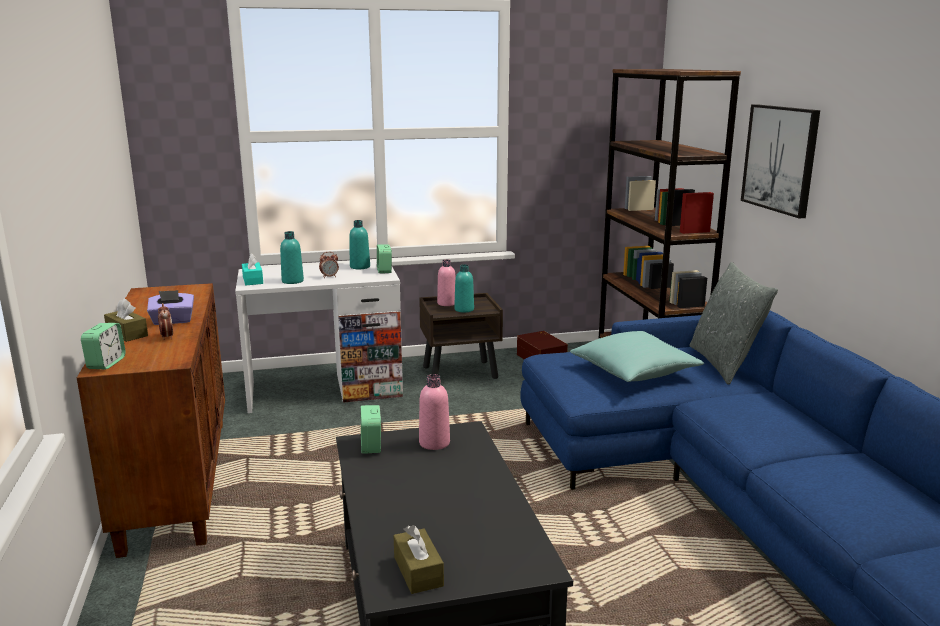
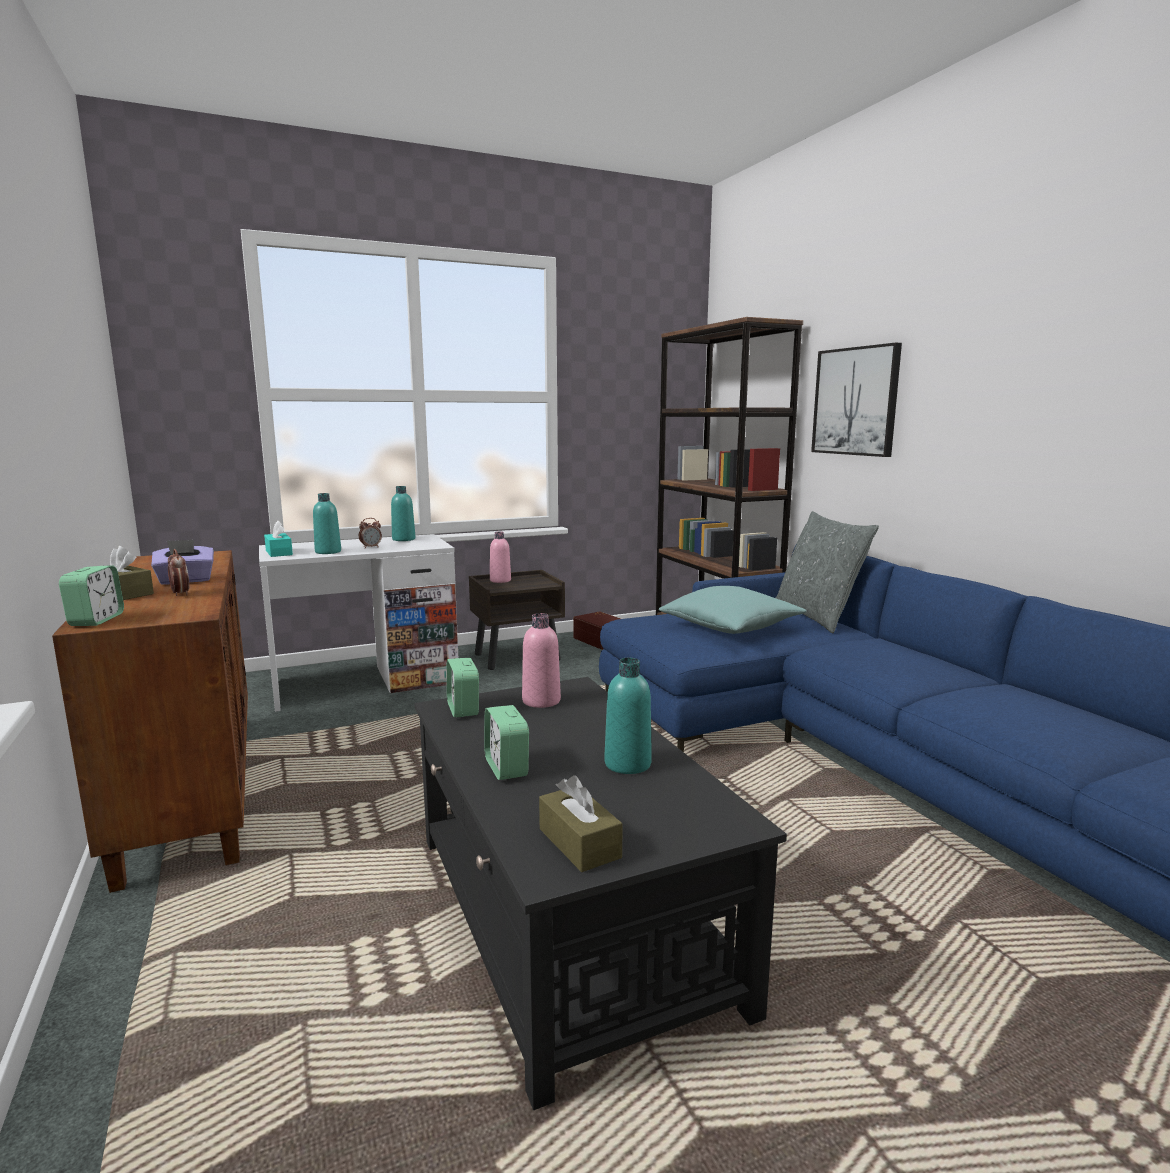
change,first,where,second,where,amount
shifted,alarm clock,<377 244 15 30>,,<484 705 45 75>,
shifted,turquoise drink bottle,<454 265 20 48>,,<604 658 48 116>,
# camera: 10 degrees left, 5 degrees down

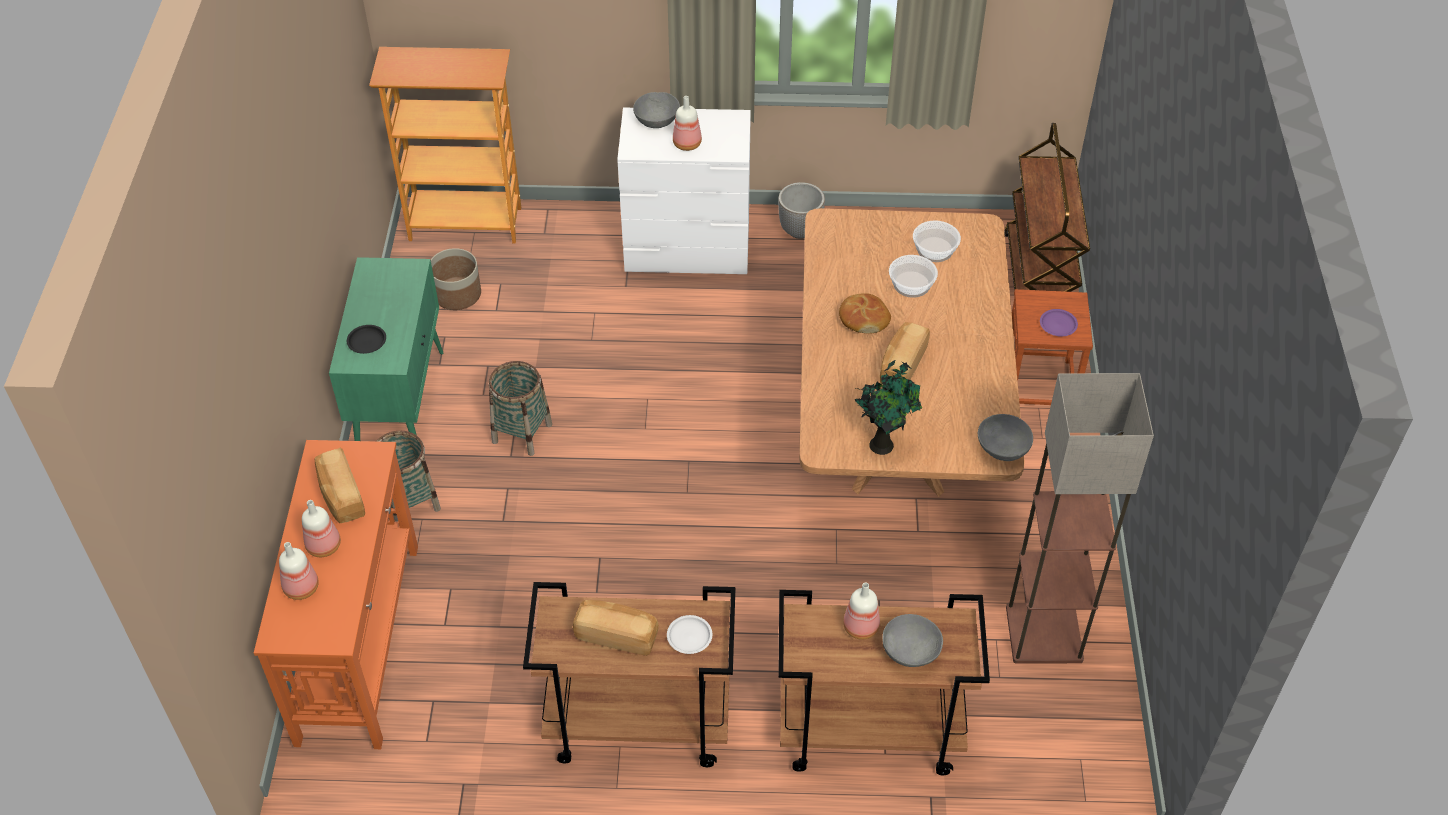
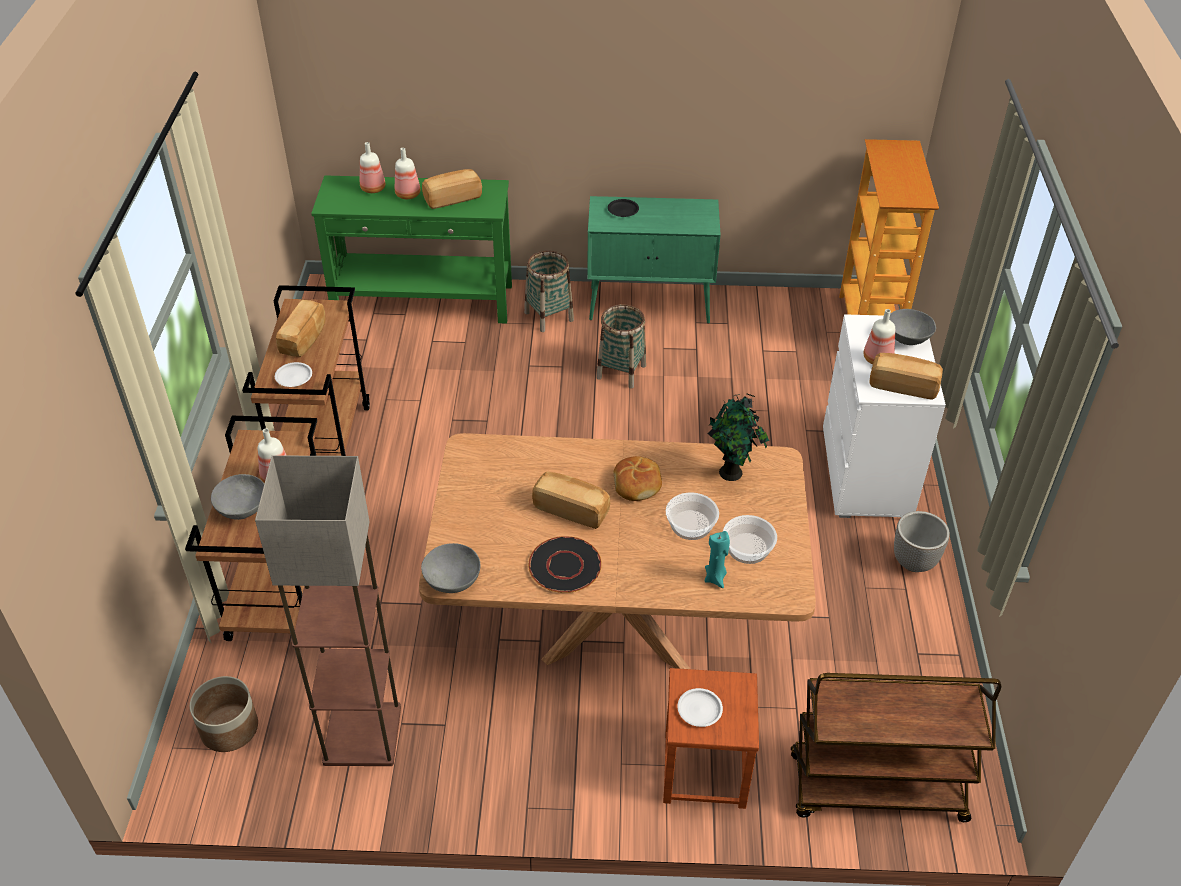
change,first,where,second,where,amount
shifted,plant pot,<431 248 50 62>,,<190 676 68 76>,
repainted,orange hall table,<254 440 164 309>,greenish hall table,<311 175 201 148>,
new,,,black-coloured dinner plate,<528 536 74 57>,
repainted,purple-coloured dinner plate,<1040 309 38 27>,whitish dinner plate,<677 688 46 39>,
new,,,turquoise wax candle,<705 531 25 57>,
shifted,houseplant,<855 359 67 96>,,<708 394 61 87>,
new,,,bread,<869 353 74 47>,
# camera: 90 degrees right, 5 degrees down

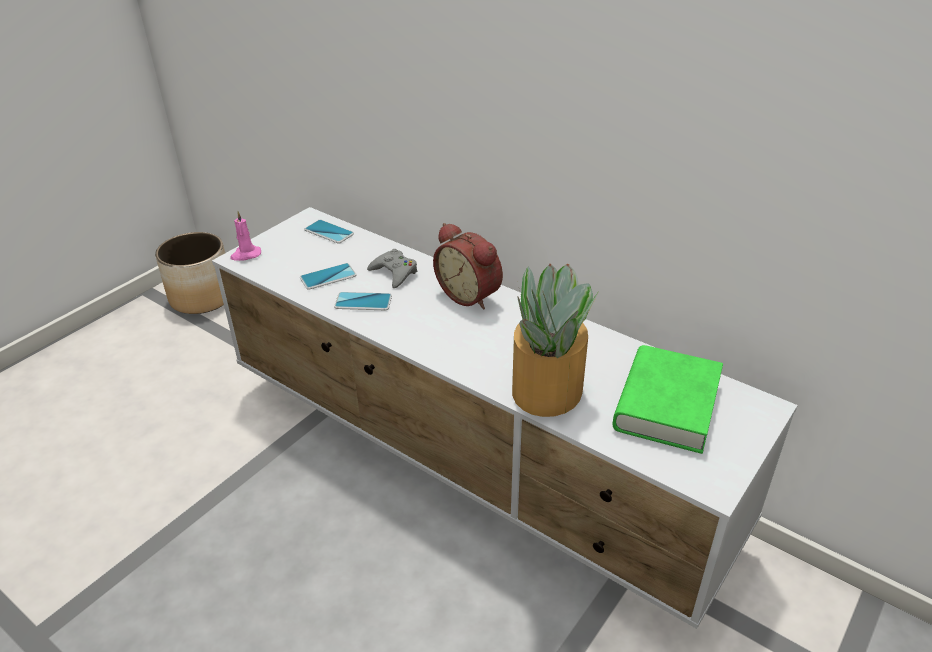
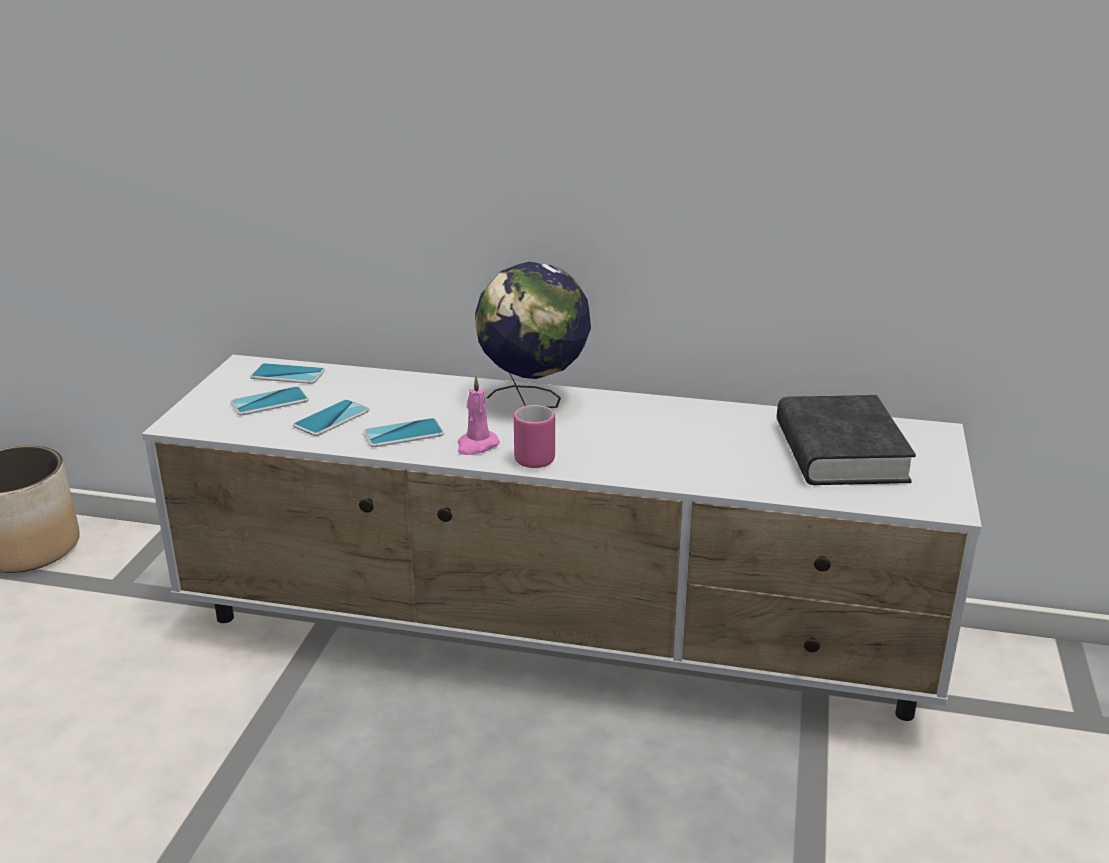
change,first,where,second,where,amount
new,,,handset,<231 387 78 28>,
shifted,pinkish wax candle,<230 211 31 50>,,<458 376 42 79>,
swapped,alarm clock,<433 223 70 87>,world globe,<475 262 116 146>,
new,,,pinkish coffee mug,<514 405 41 63>,
repainted,greenish bound book,<613 345 110 109>,black-coloured bound book,<777 395 139 90>,
gone,grey gamepad,<367 249 50 39>,,,
gone,houseplant,<512 264 87 153>,,,
# camera: 25 degrees left, 10 degrees down

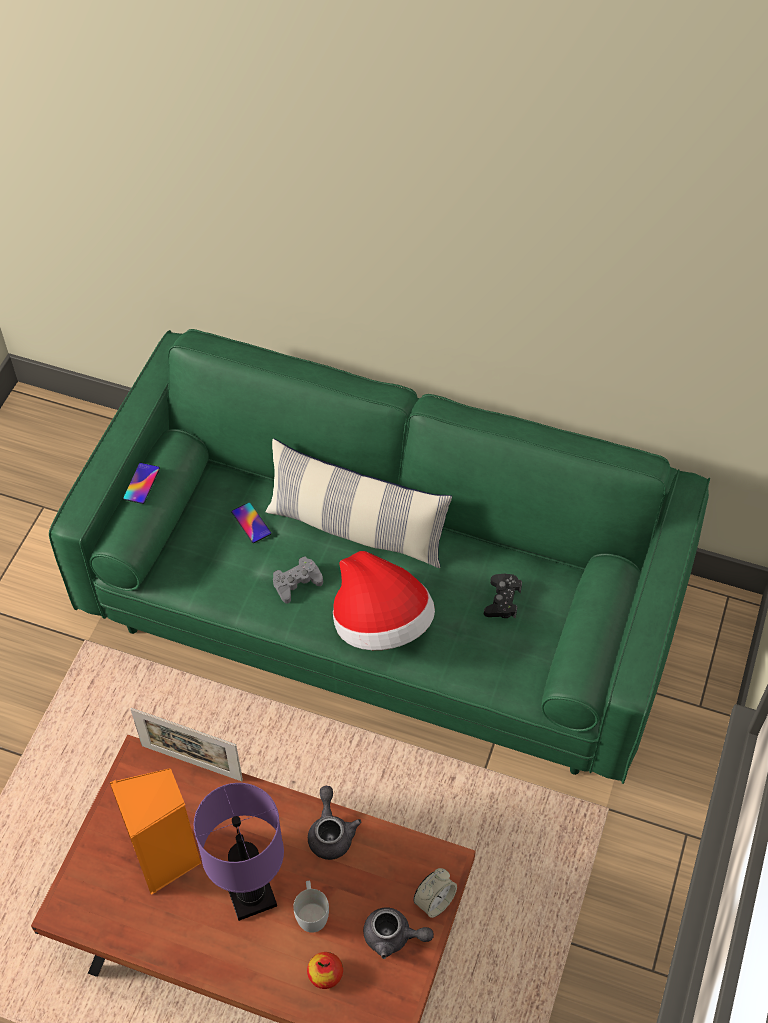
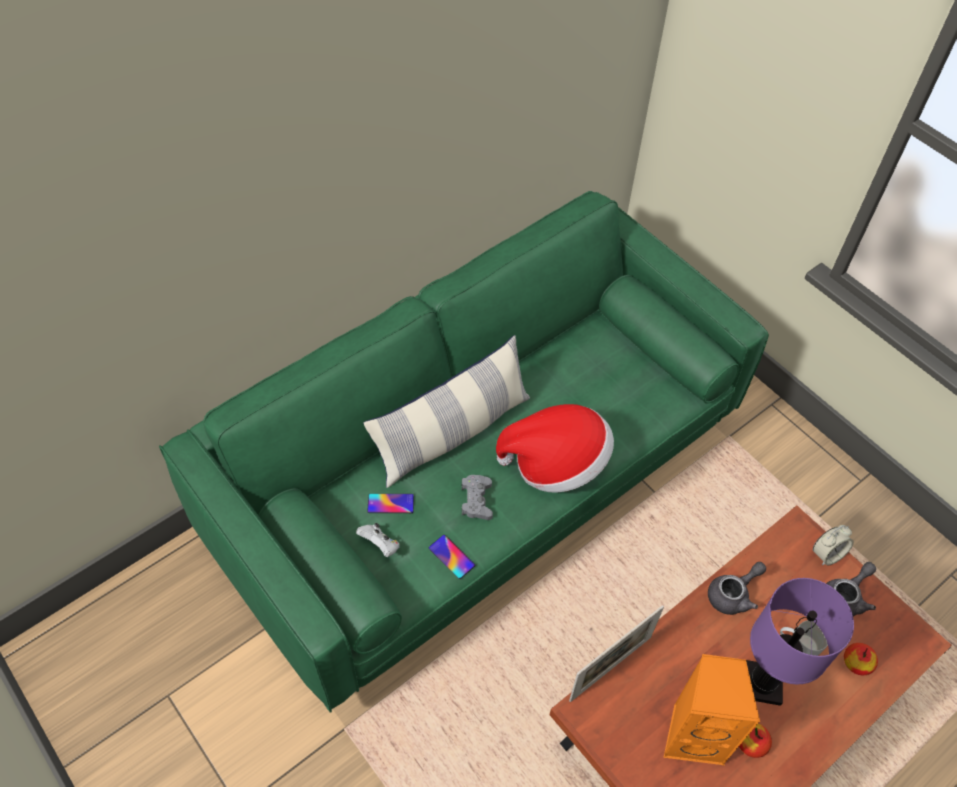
change,first,where,second,where,amount
new,,,whitish gamepad,<356 523 44 34>,
shifted,handset,<123 463 37 41>,,<429 535 46 44>,
rotated,grey tea pot,<308 785 53 75>,,<708 562 58 53>,120 degrees clockwise
new,,,apple fruit,<739 723 33 35>,
rotated,alarm clock,<413 868 44 50>,,<813 525 41 40>,75 degrees clockwise
gone,black-coloured gamepad,<484 573 38 46>,,,
# camera: 60 degrees left, 0 degrees up

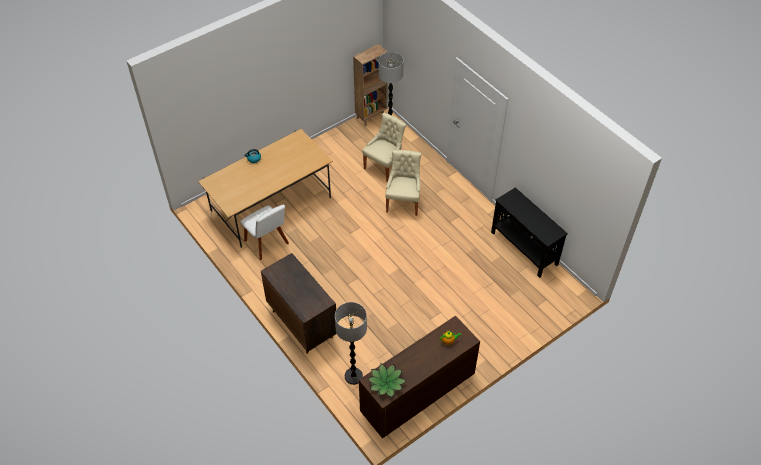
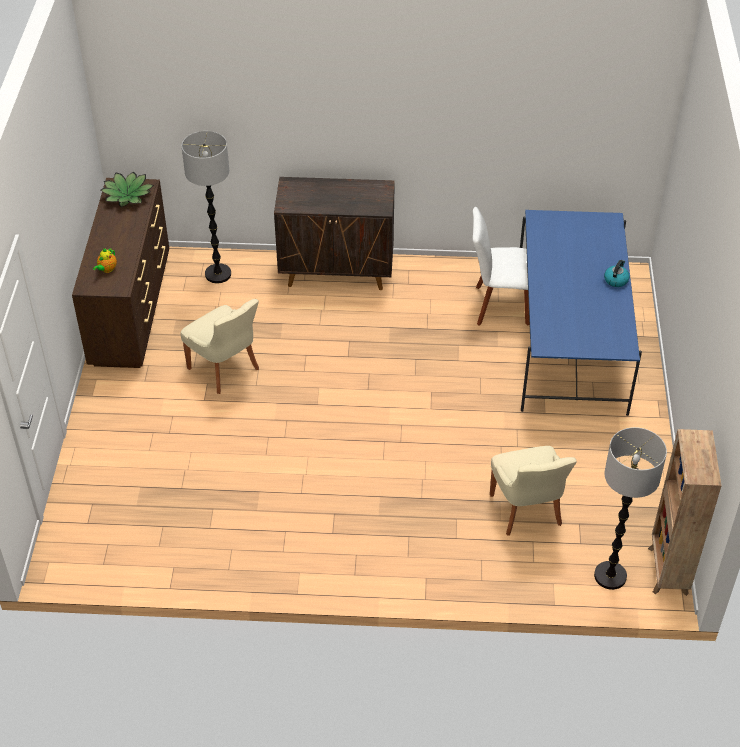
change,first,where,second,where,amount
shifted,sand-coloured chair,<385 150 37 66>,,<180 299 79 95>,
repainted,sand-coloured kitchen table,<198 129 135 119>,blue-coloured kitchen table,<520 210 122 206>,
gone,black-coloured hall table,<491 187 77 91>,,,
# camera: 130 degrees right, 5 degrees down

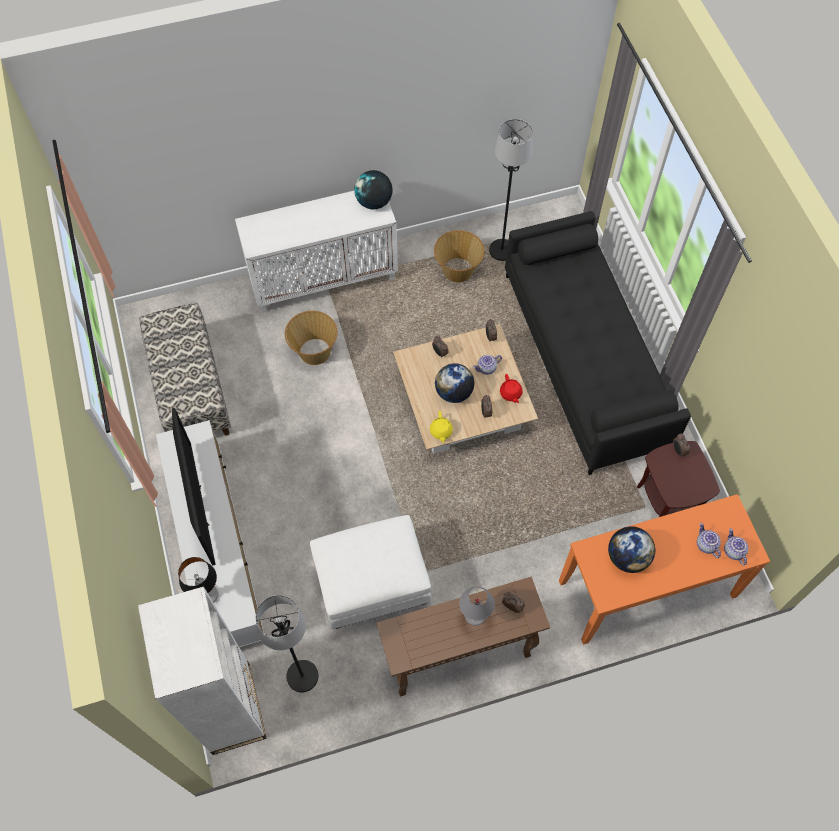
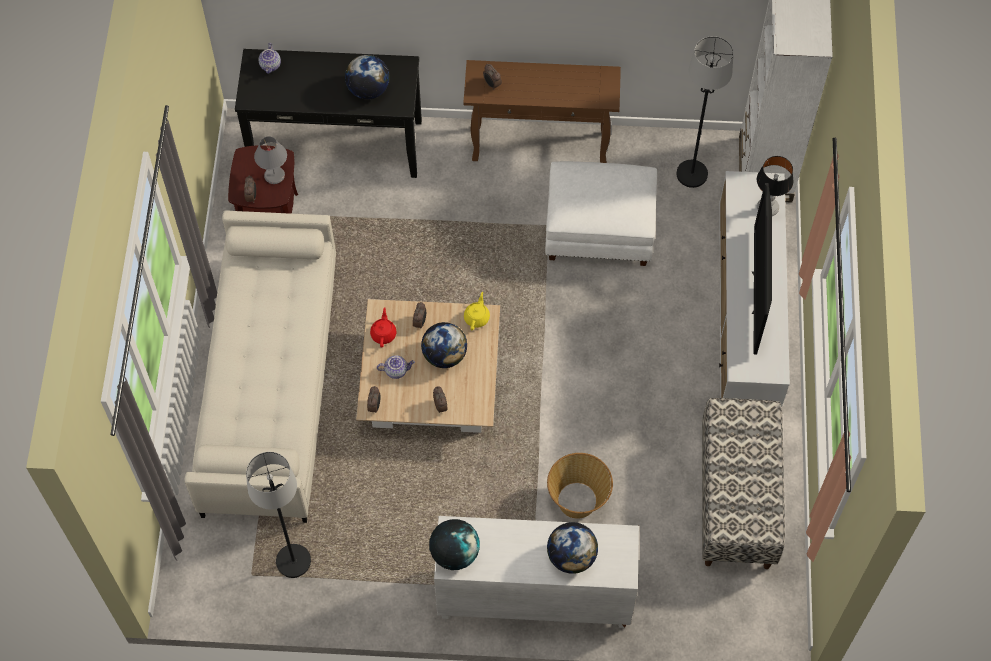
change,first,where,second,where,amount
repainted,black-coloured settee,<505 211 186 264>,sand-coloured settee,<185 210 151 313>,
repainted,orange hall table,<559 494 211 151>,black-coloured hall table,<235 49 187 129>,
shifted,grey tabletop lamp,<459 587 36 39>,,<254 136 33 48>,
new,,,world globe,<547 522 51 52>,
gone,basket,<434 230 50 52>,,,
gone,tea pot,<697 523 24 35>,,,
# camera: 160 degrees left, 0 degrees up

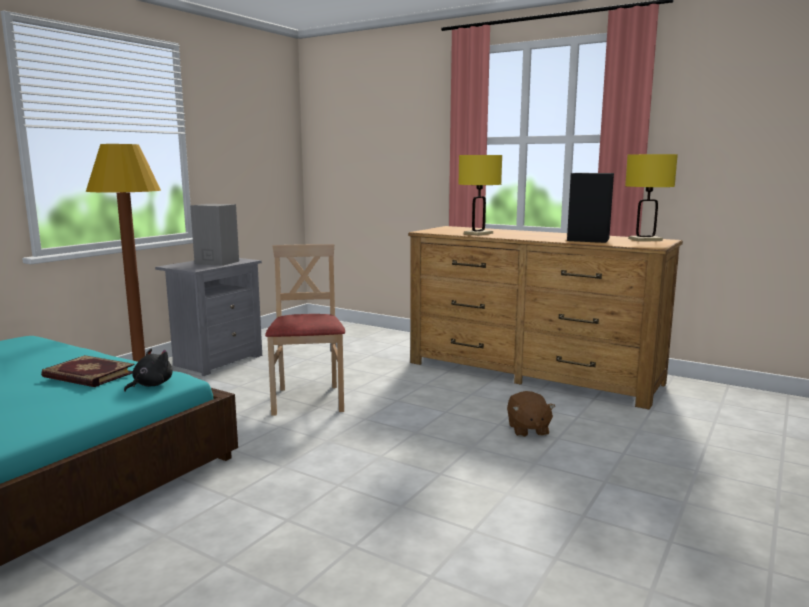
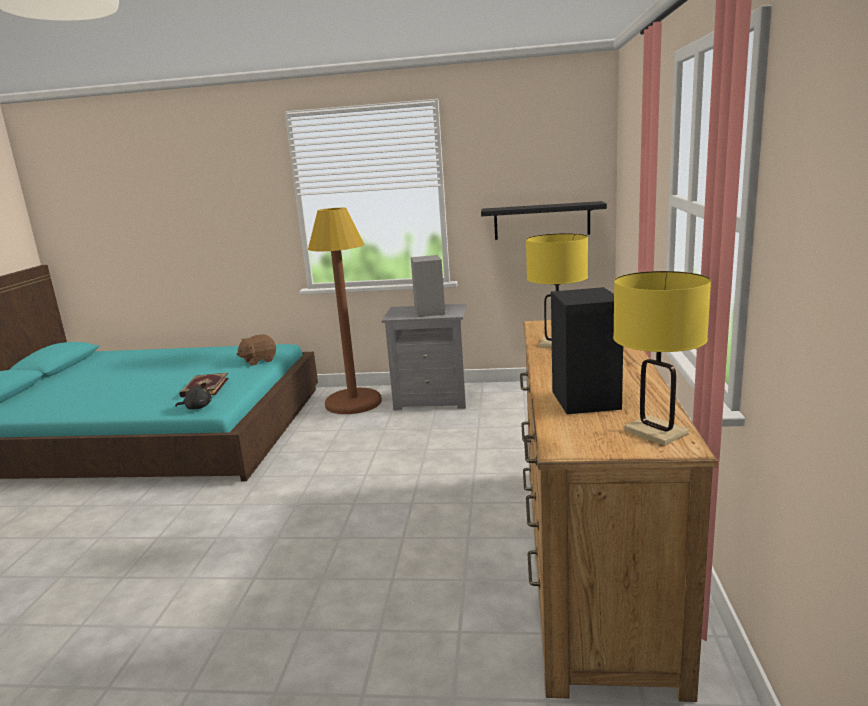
change,first,where,second,where,amount
shifted,brownish plush toy,<507 391 48 46>,,<236 334 40 32>,
new,,,black-coloured wall shelf,<481 201 126 39>,
gone,sand-coloured chair,<265 244 80 172>,,,
# camera: 65 degrees right, 5 degrees up

